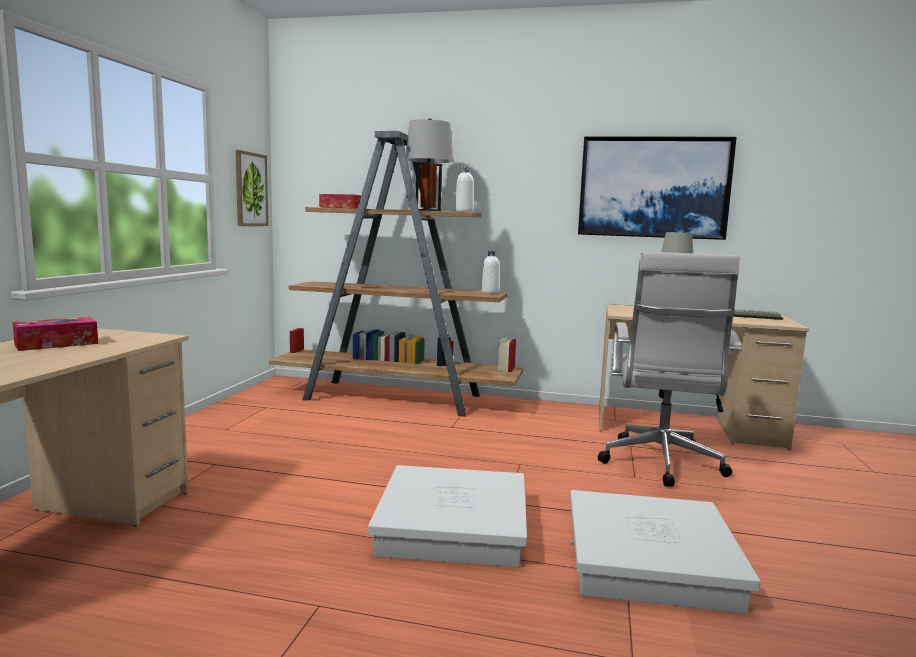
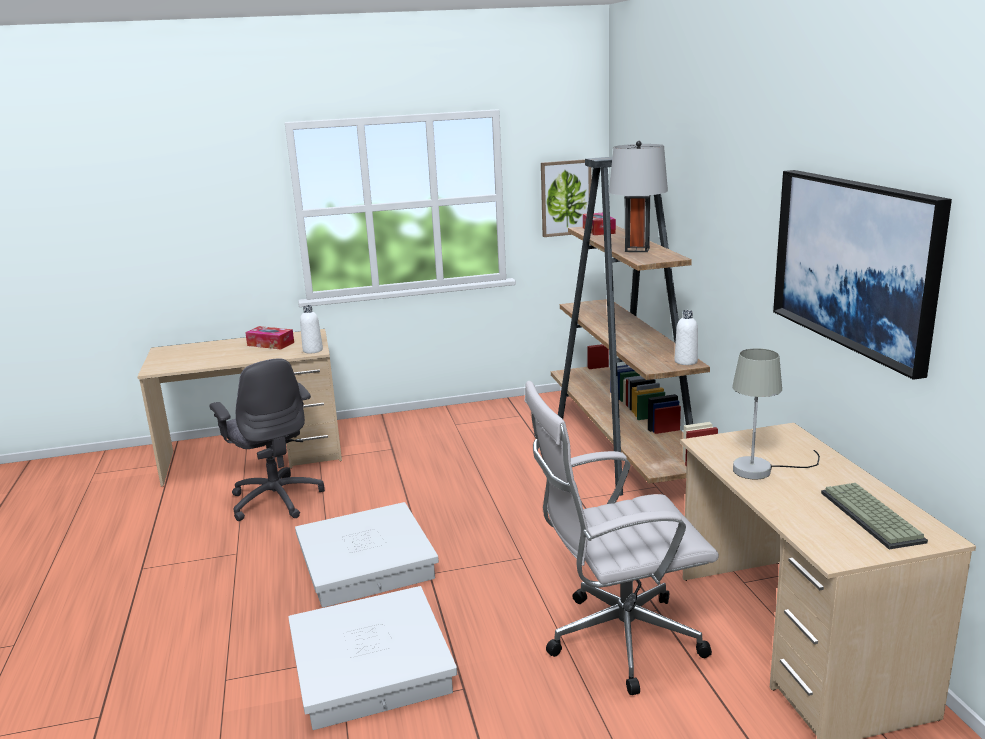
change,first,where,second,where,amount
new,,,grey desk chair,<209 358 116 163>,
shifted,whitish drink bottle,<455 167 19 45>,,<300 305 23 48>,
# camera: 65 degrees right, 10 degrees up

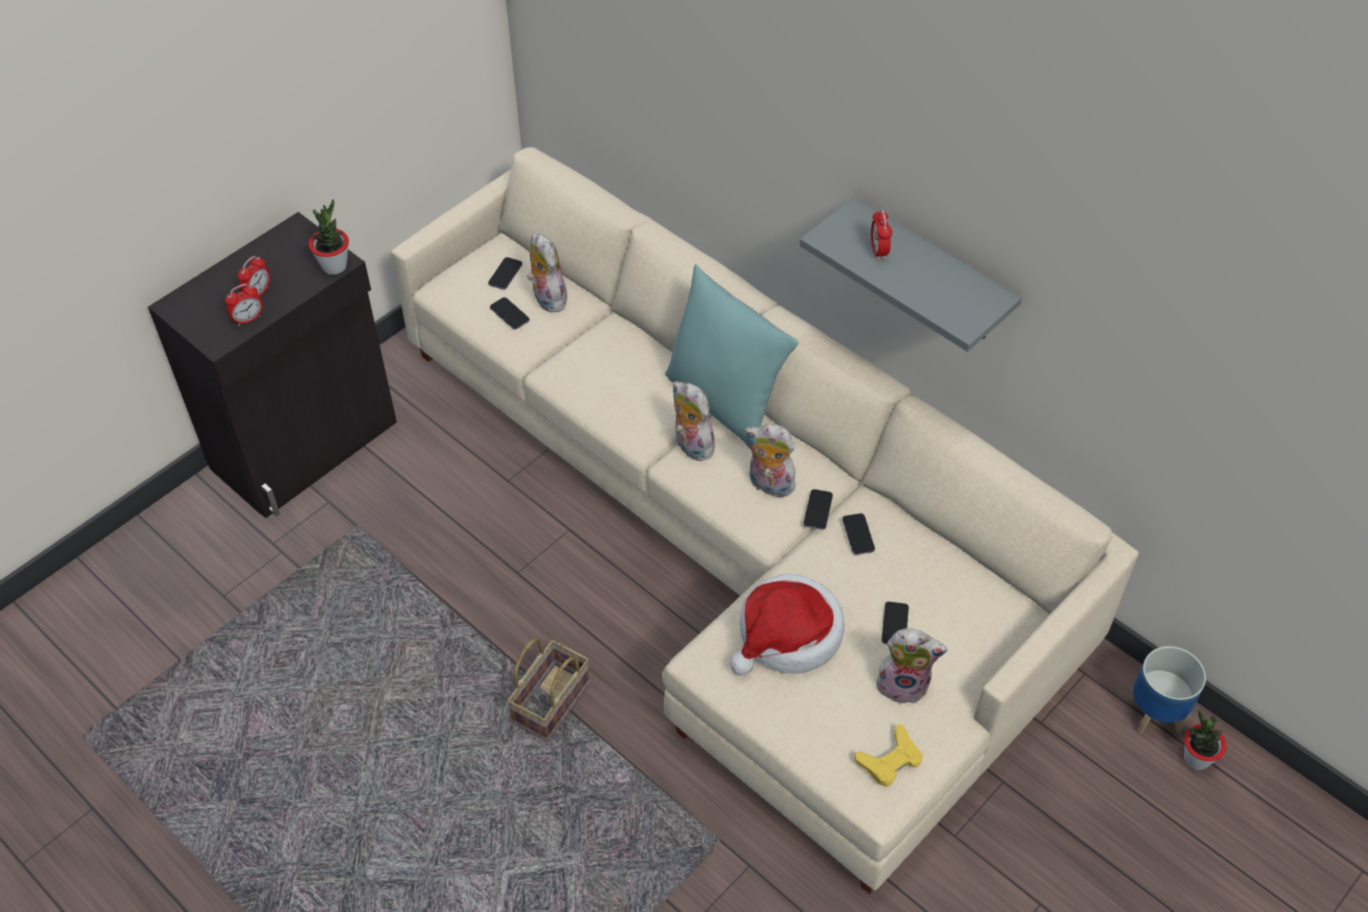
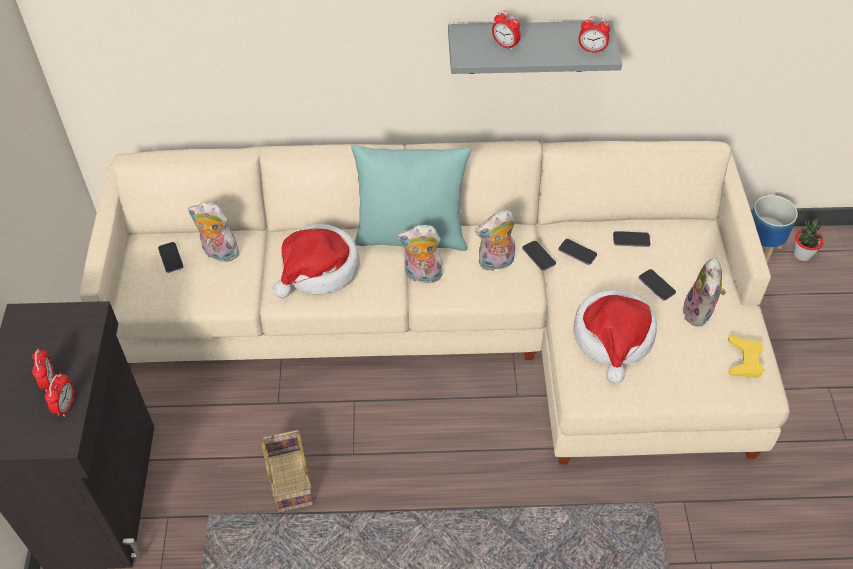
change,first,where,second,where,amount
shifted,basket,<507 638 83 104>,,<261 430 52 83>,
new,,,wearable hat,<273 224 87 74>,
new,,,alarm clock,<578 16 32 37>,
shifted,handset,<490 297 40 32>,,<613 231 37 16>,
rotated,plush toy,<874 628 73 76>,,<682 258 44 68>,135 degrees clockwise
gone,houseplant,<309 199 40 76>,,,
# camera: 45 degrees left, 0 degrees up

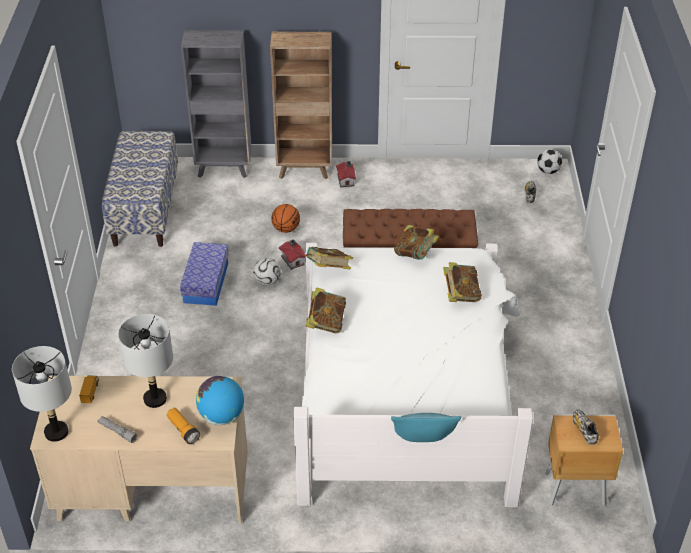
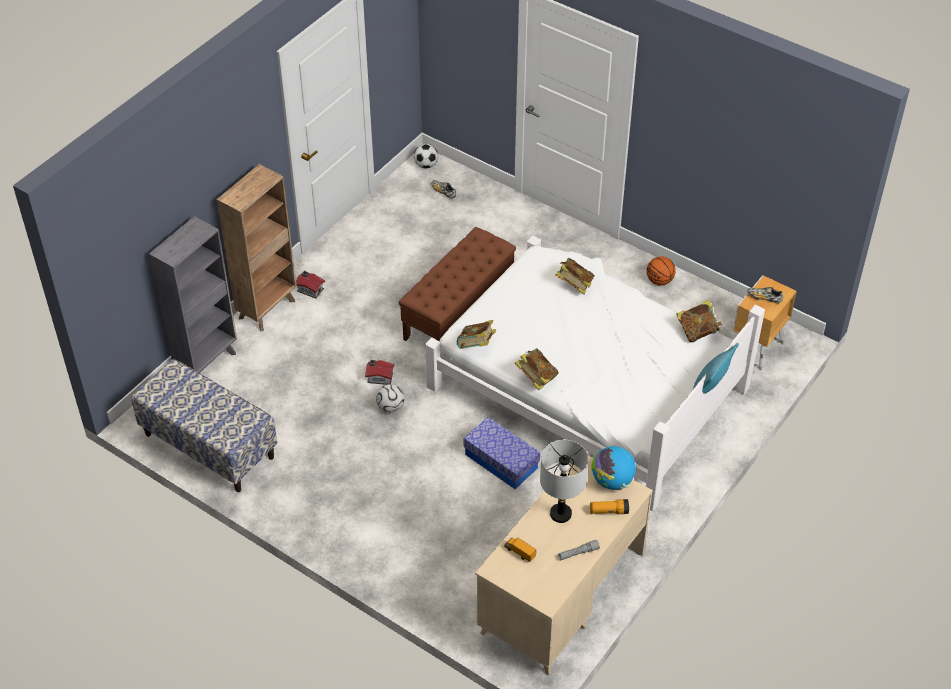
change,first,where,second,where,amount
shifted,storage container,<180 242 48 64>,,<463 417 77 72>,
shifted,ball for basketball,<272 204 28 29>,,<647 256 29 29>,
shifted,bound book,<394 225 45 35>,,<676 300 47 43>,
gone,grey tabletop lamp,<12 346 60 96>,,,
# camera: 55 degrees left, 5 degrees up

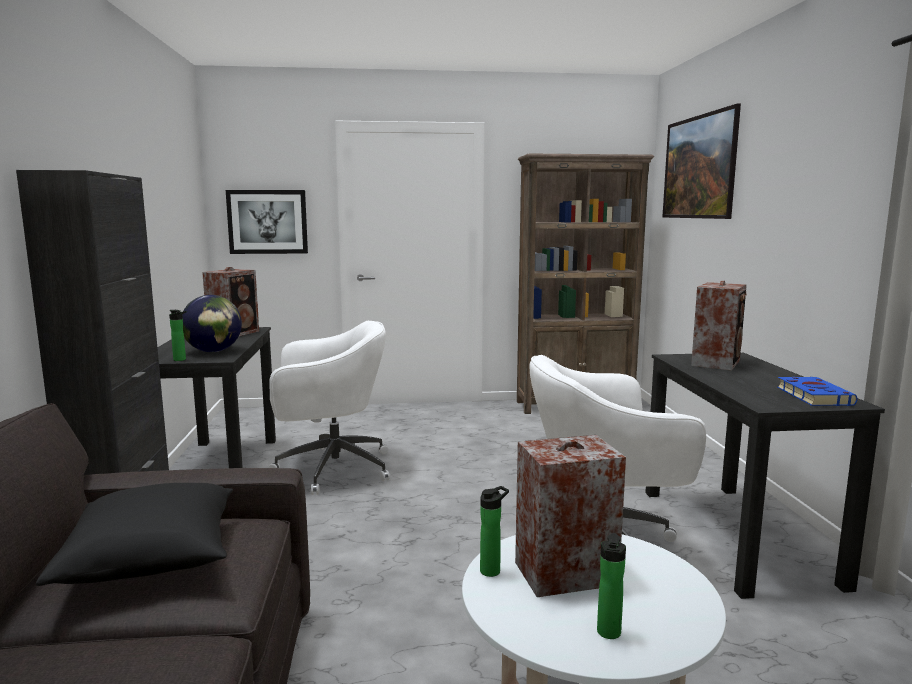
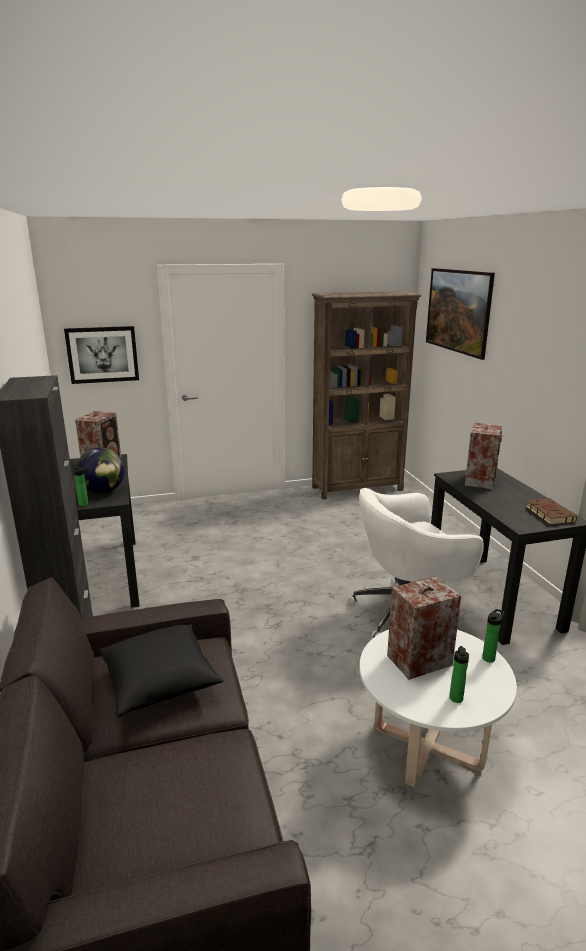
change,first,where,second,where,amount
shifted,drink bottle,<480 486 29 91>,,<482 609 22 53>,
repainted,blue-coloured bound book,<777 377 81 29>,brownish bound book,<525 498 52 27>,
gone,whitish desk chair,<268 321 122 174>,,,
# camera: 10 degrees left, 10 degrees up

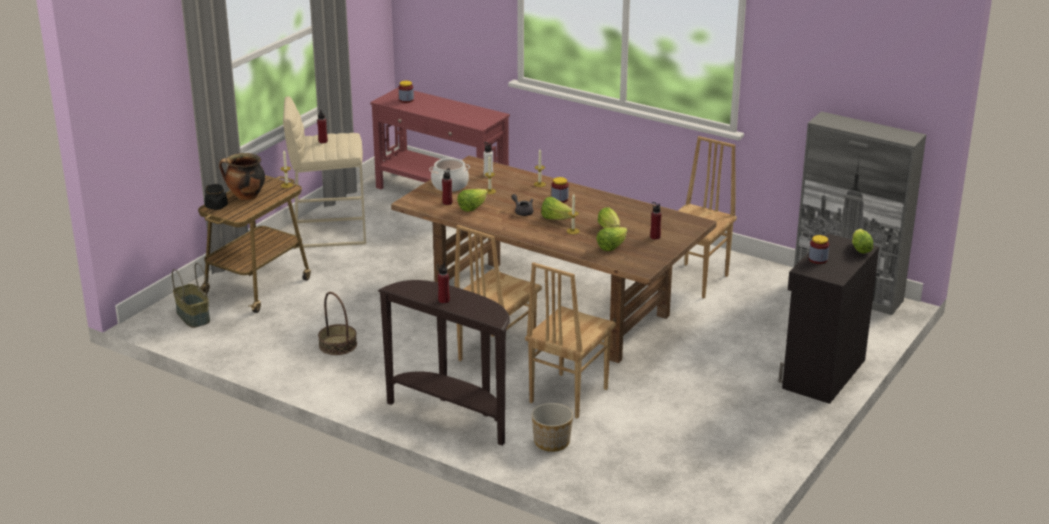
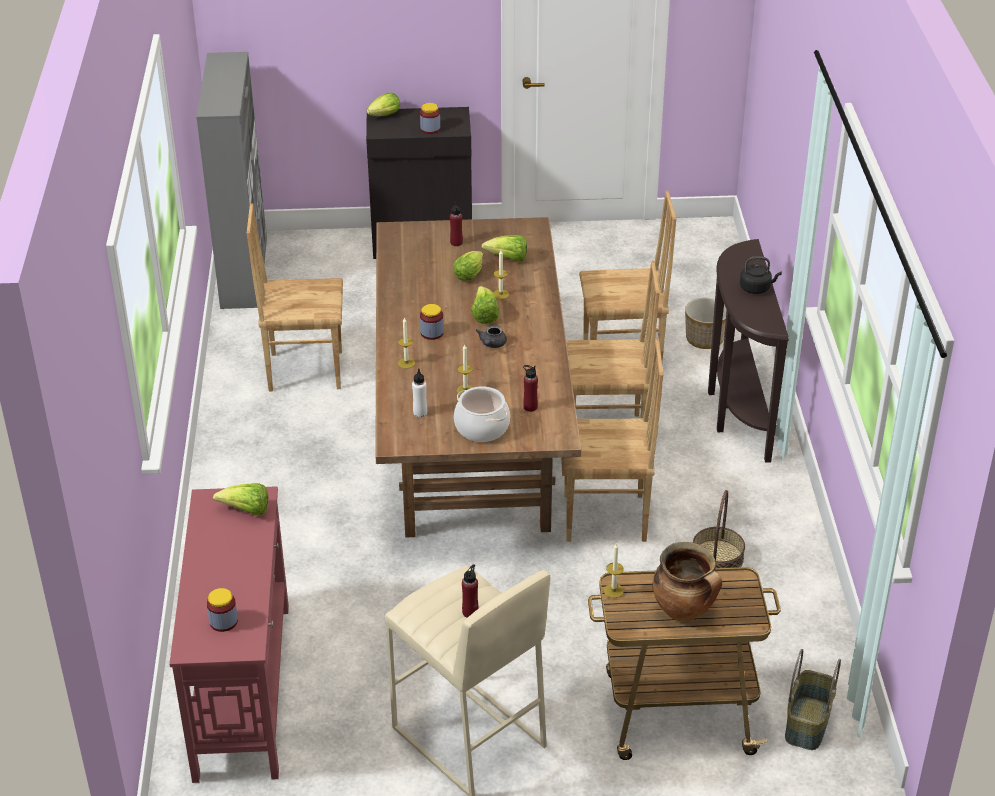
change,first,where,second,where,amount
shifted,lettuce,<457 189 31 23>,,<213 483 55 32>,
new,,,brownish chair,<561 339 102 203>,
swapped,red drink bottle,<438 263 12 40>,black-coloured tea kettle,<740 257 42 37>,
gone,black-coloured storage jar,<204 184 24 26>,,,
# camera: 125 degrees left, 10 degrees up

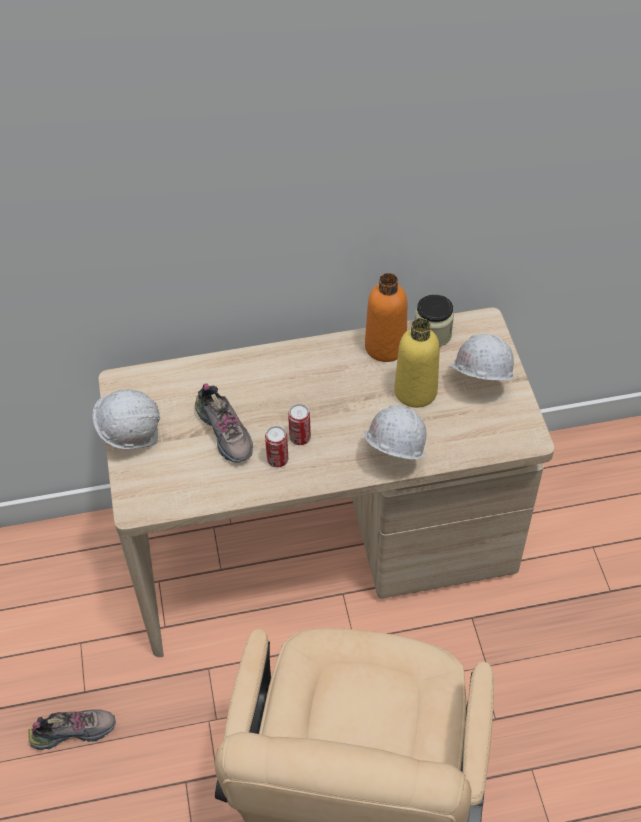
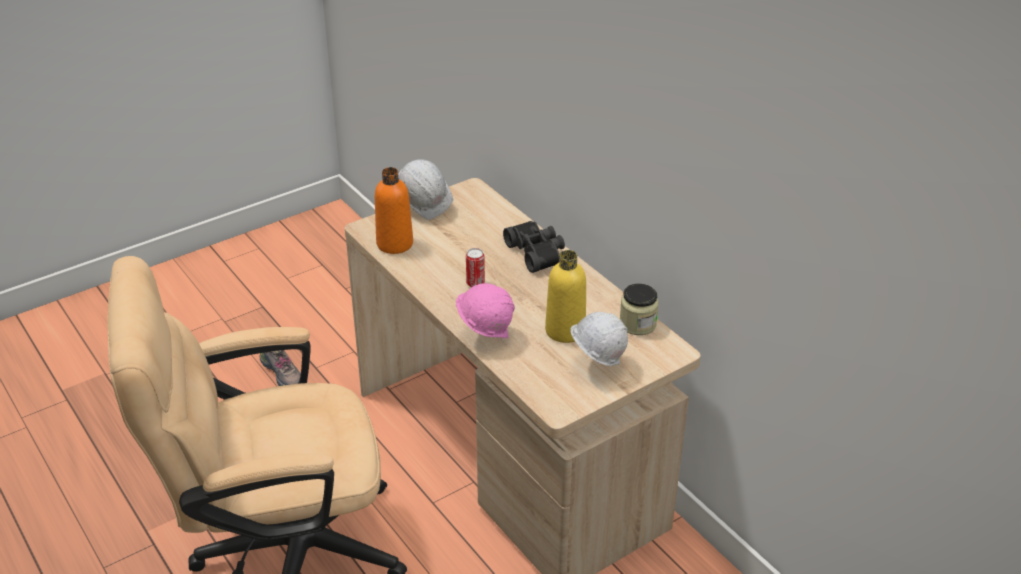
change,first,where,second,where,amount
shifted,orange drink bottle,<365 273 42 89>,,<375 167 38 87>,
repainted,whitish hard hat,<364 405 63 54>,pinkish hard hat,<456 283 59 55>,
new,,,black-coloured binoculars,<503 221 62 52>,
gone,low shoe,<195 383 58 80>,,,
gone,sealed can,<265 426 23 41>,,,
# camera: 65 degrees right, 15 degrees down

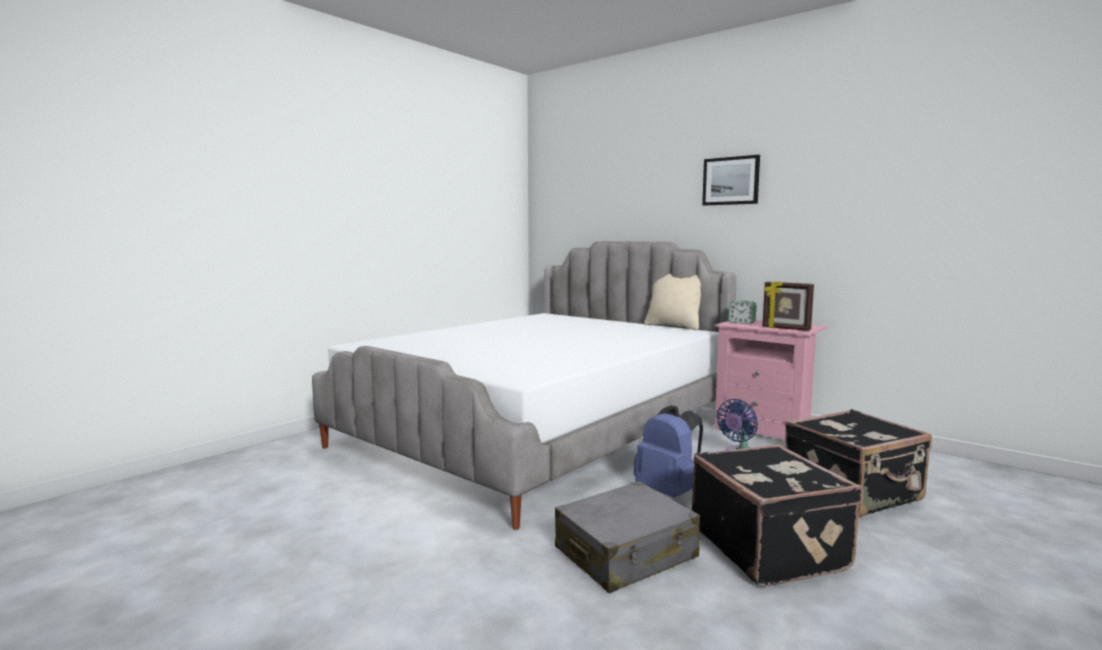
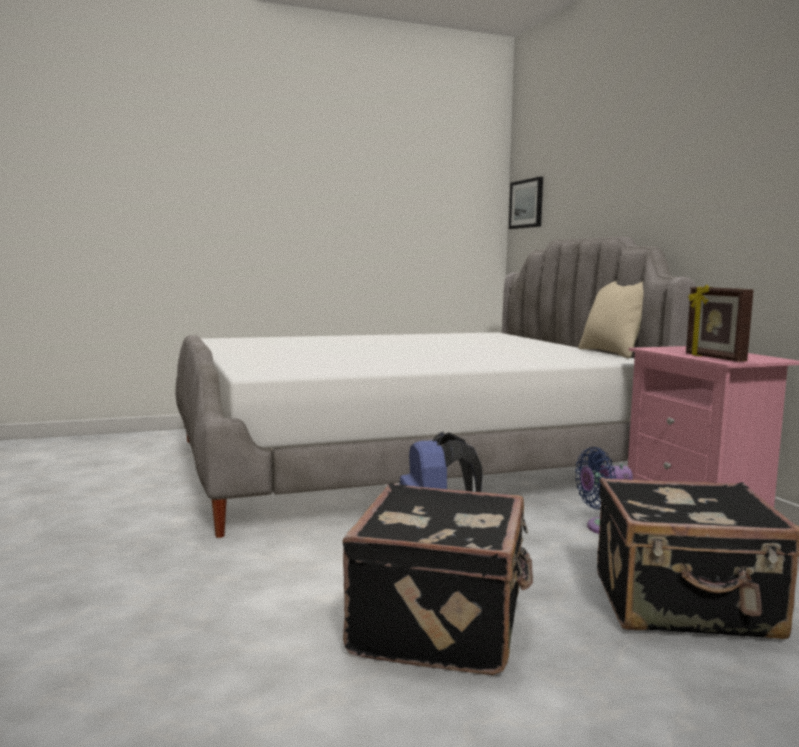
change,first,where,second,where,amount
shifted,wall picture,<702 155 58 51>,,<509 177 34 52>,
gone,grey suitcase,<555 481 145 112>,,,
gone,alarm clock,<728 300 29 24>,,,
# camera: 30 degrees right, 0 degrees up

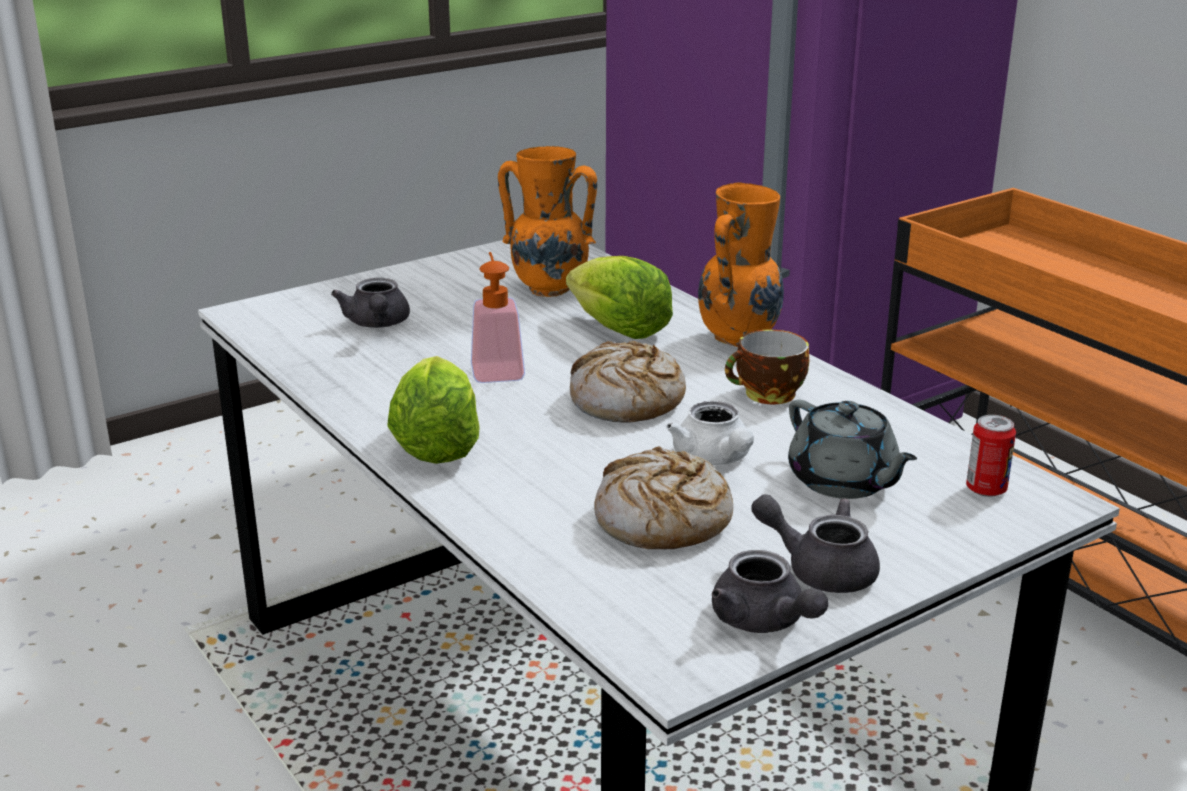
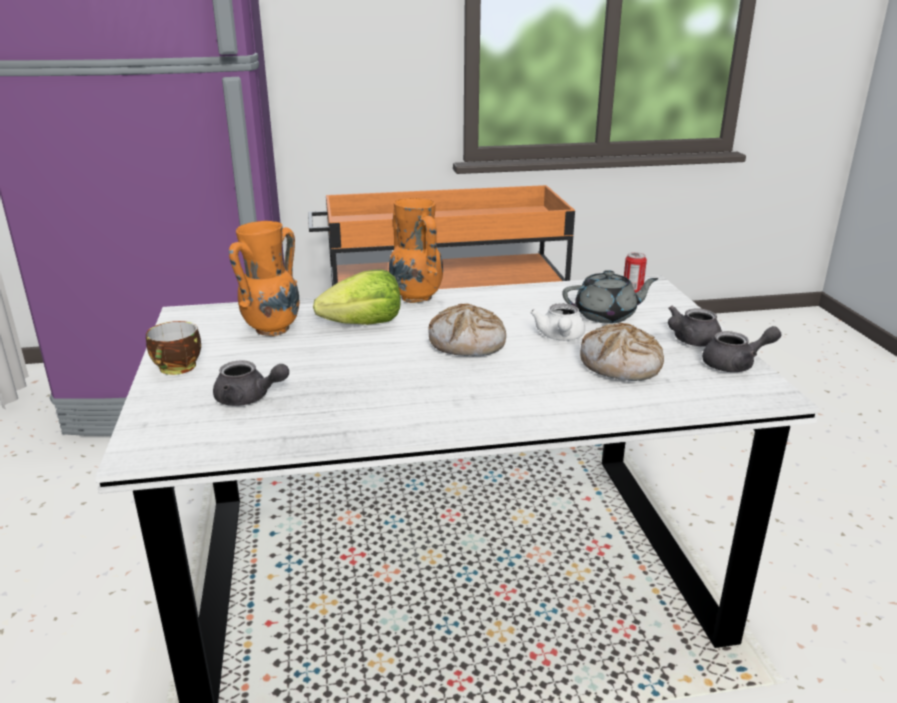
change,first,where,second,where,amount
shifted,small cup,<725 329 84 75>,,<146 321 55 54>,
rotated,whitish tea pot,<666 401 88 64>,,<530 303 55 38>,90 degrees clockwise
gone,lettuce,<387 356 92 108>,,,
gone,soap dispenser,<471 252 54 131>,,,
# camera: 65 degrees left, 0 degrees up

